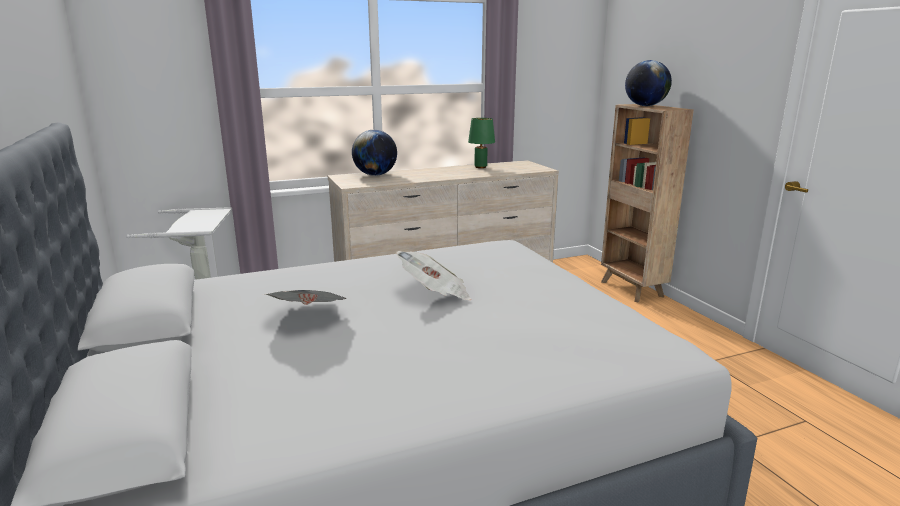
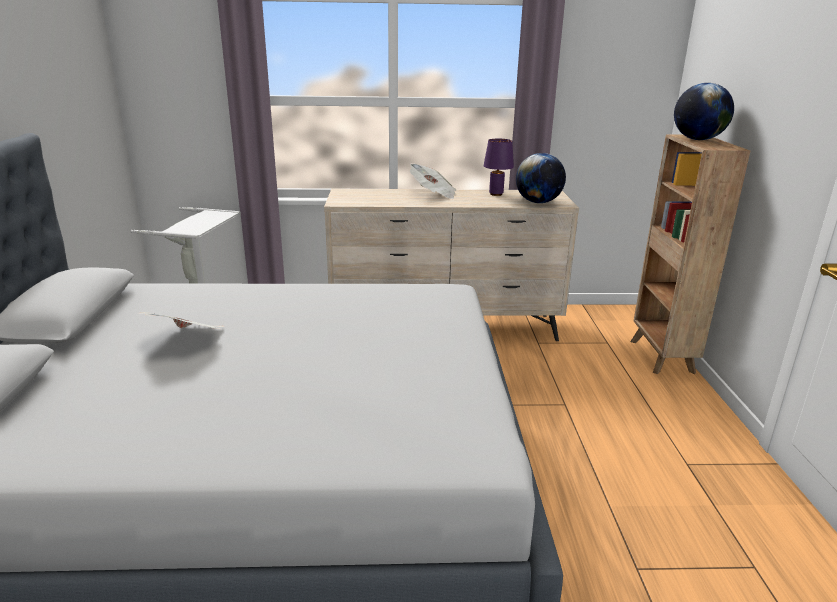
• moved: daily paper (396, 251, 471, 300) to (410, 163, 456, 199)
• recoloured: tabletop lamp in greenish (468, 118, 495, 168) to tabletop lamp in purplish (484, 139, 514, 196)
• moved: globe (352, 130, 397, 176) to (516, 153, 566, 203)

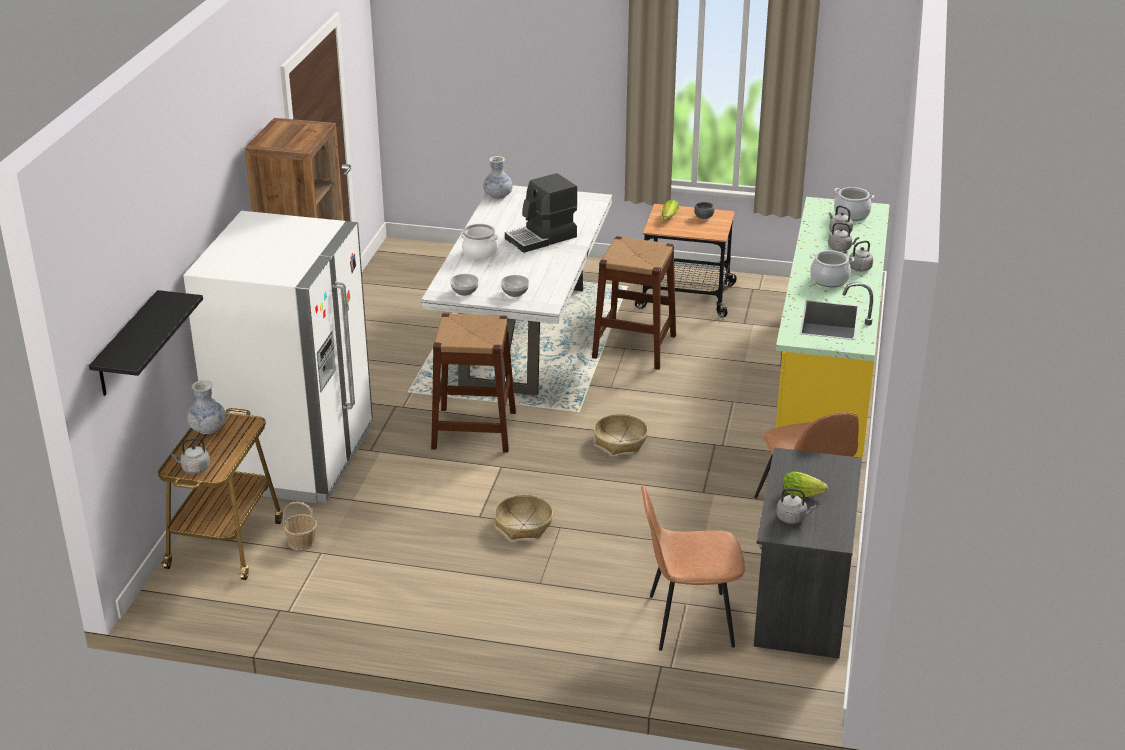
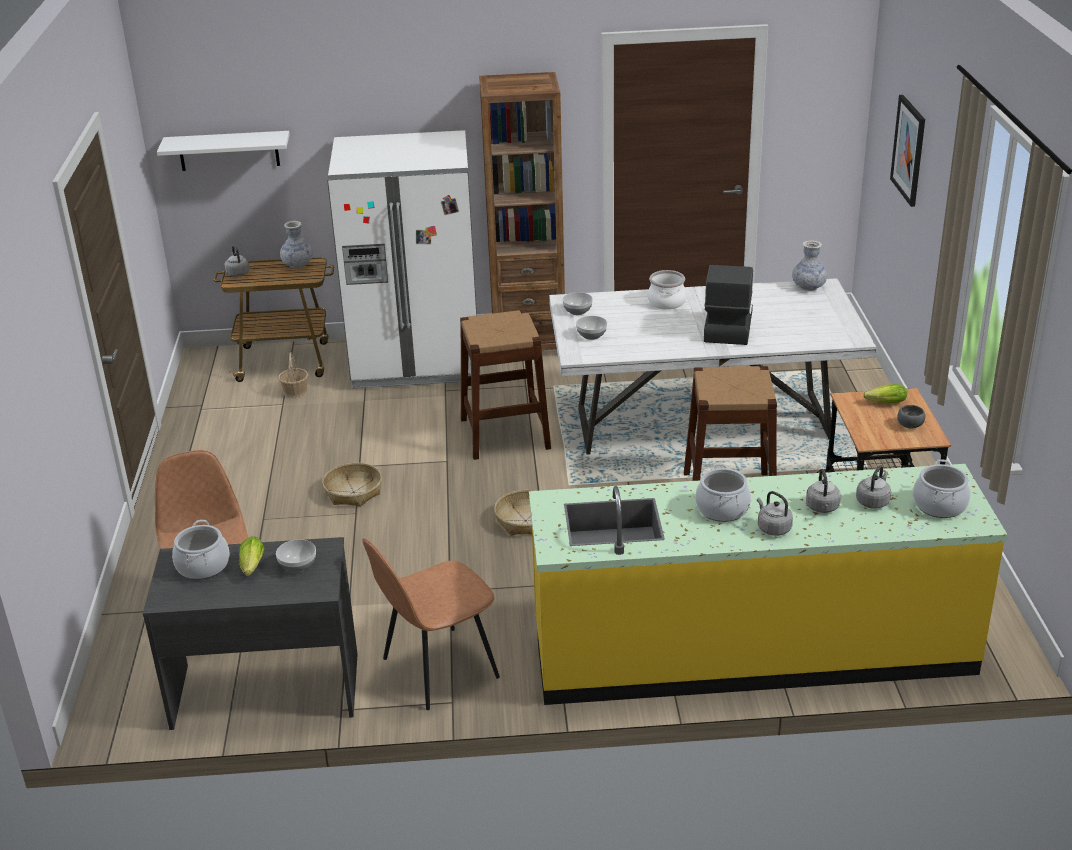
• recoloured: wall shelf in black-coloured (89, 290, 203, 396) to wall shelf in whitish (157, 131, 290, 171)
• replaced: water kettle in grey (776, 488, 816, 524) to saucepot (172, 520, 229, 580)
• added: bowl (276, 539, 316, 573)
• turned: coffee maker (505, 173, 578, 253) = (704, 265, 753, 345) 60 degrees clockwise
• added: wall art (890, 95, 925, 207)

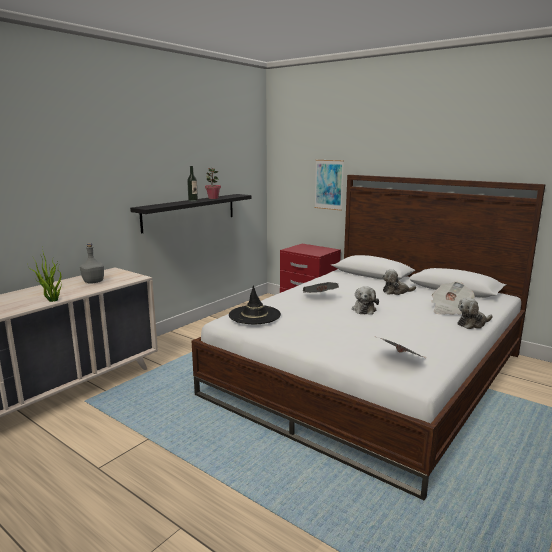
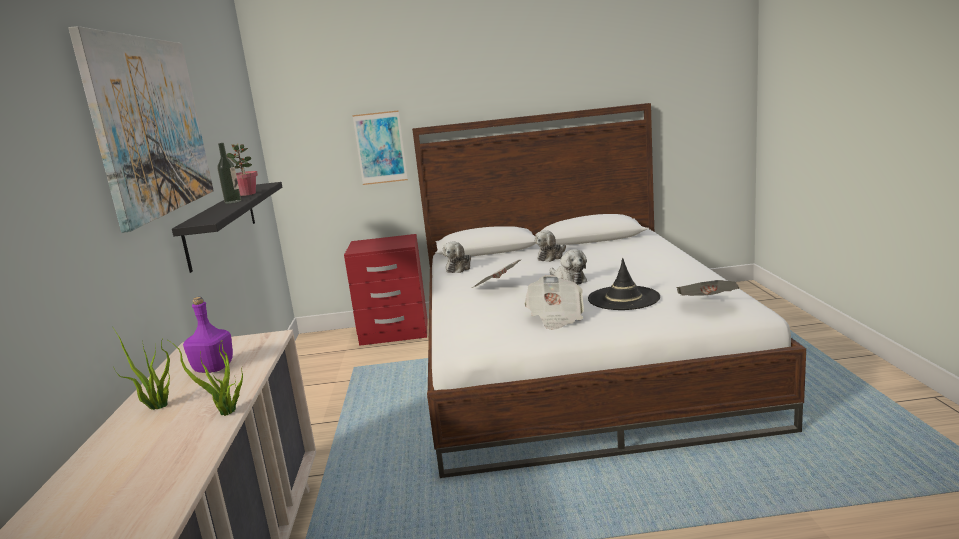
• added: wall art (68, 26, 214, 233)
• recoloured: bottle in grey (80, 243, 104, 284) to bottle in purplish (183, 297, 233, 373)
• moved: plush toy (457, 298, 492, 329) to (442, 242, 471, 273)
• moved: daily paper (431, 282, 475, 315) to (525, 275, 584, 330)
• moved: hat in black-coloured (229, 285, 281, 324) to (588, 258, 660, 310)

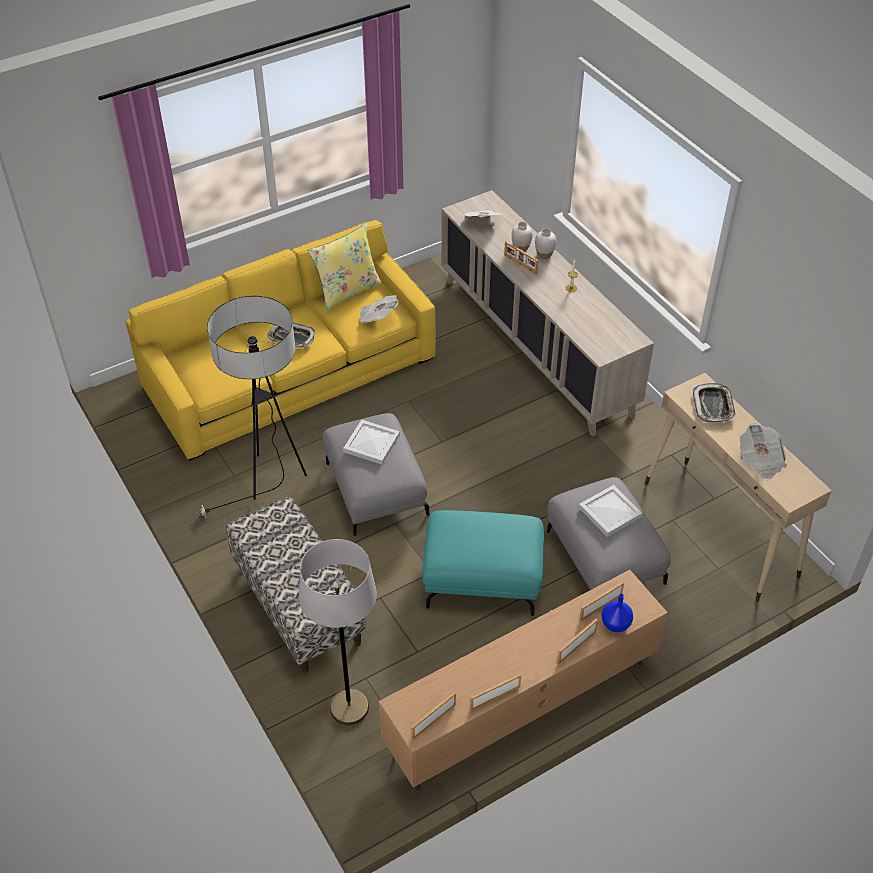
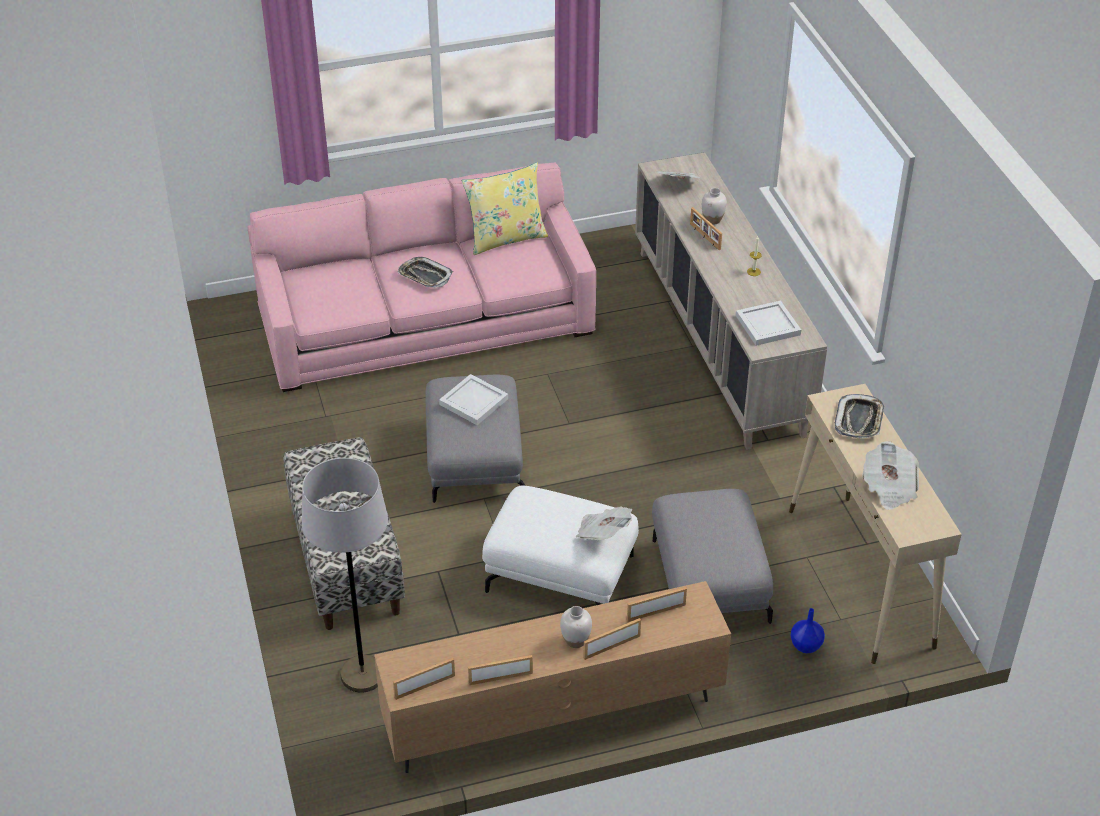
• recoloured: sofa in yellow-coloured (125, 220, 436, 461) to sofa in pink-coloured (247, 163, 596, 392)
• recoloured: pouffe in turquoise (422, 510, 544, 616) to pouffe in whitish (482, 486, 639, 605)
• moved: flower vase in whitish (535, 228, 556, 259) to (560, 606, 592, 648)
• moved: daily paper (359, 295, 399, 323) to (576, 506, 632, 540)
• moved: tray in whitish (579, 485, 642, 537) to (736, 301, 801, 346)
• moved: flower vase in blue-coloured (602, 593, 633, 632) to (791, 608, 825, 653)
• removed: floor lamp (197, 296, 307, 519)

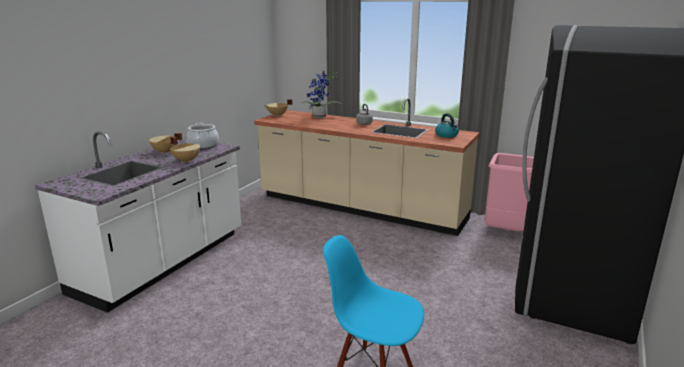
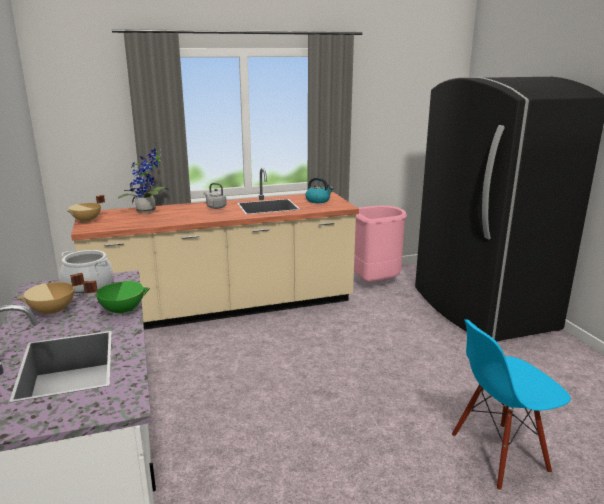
• recoloured: saucepot in beige-coloured (170, 137, 200, 163) to saucepot in greenish (83, 280, 150, 316)

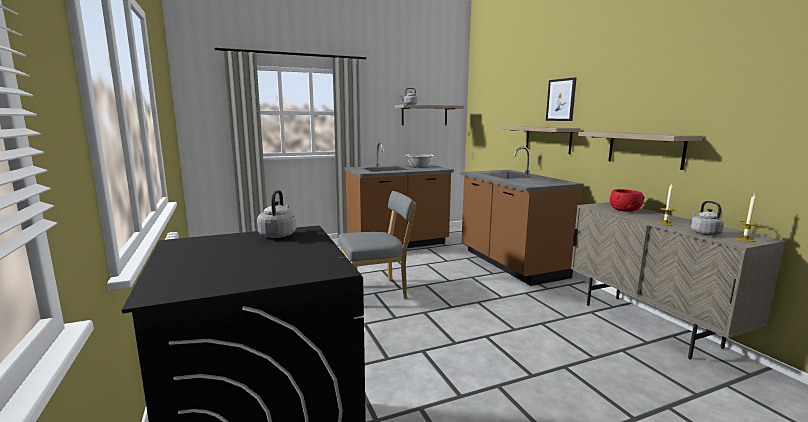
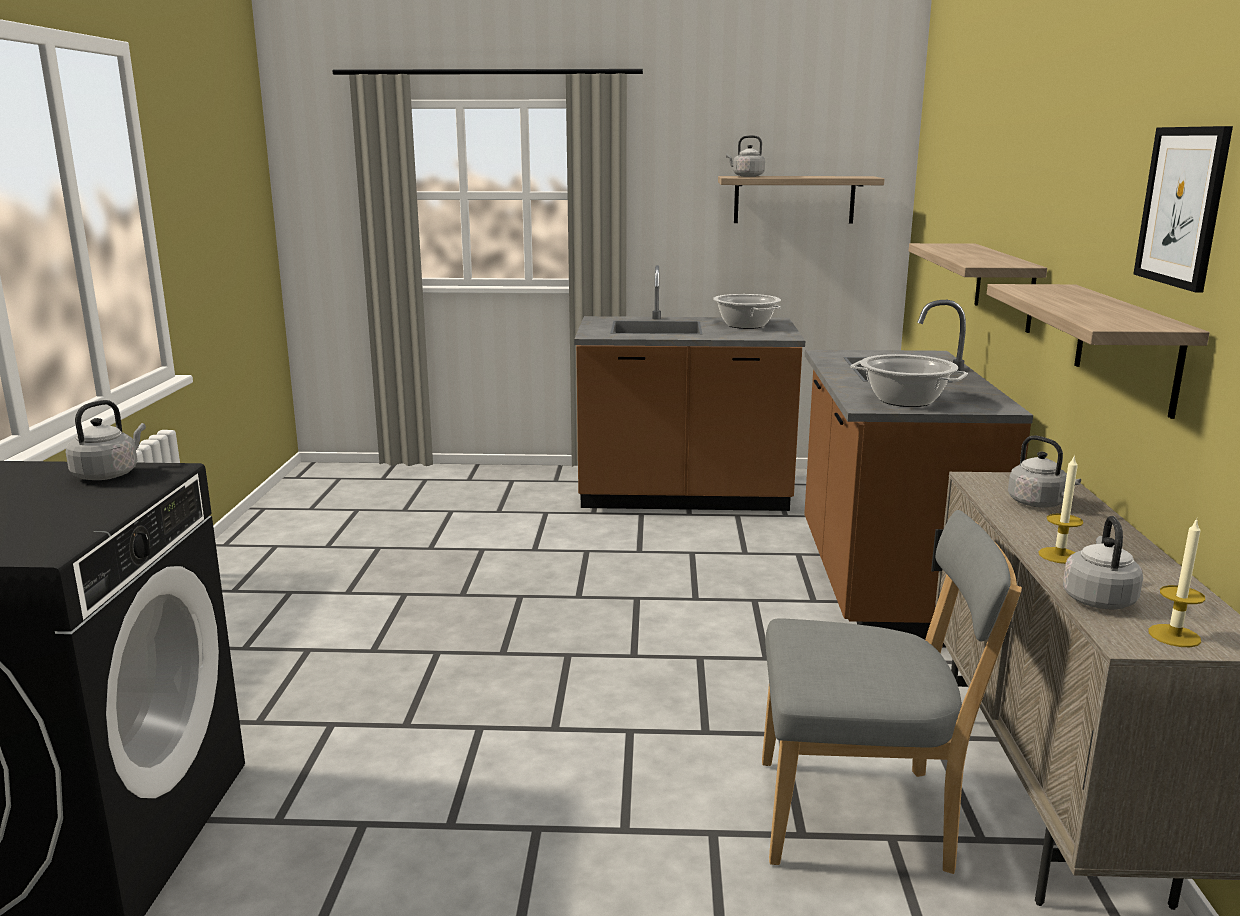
• moved: upright chair in grey (338, 191, 416, 299) to (762, 510, 1022, 874)
• added: saucepot (851, 354, 968, 407)
• replaced: bowl in reddish (610, 189, 645, 212) to water kettle in grey (1008, 436, 1081, 508)
• moved: wall art (546, 77, 577, 121) to (1133, 126, 1233, 292)

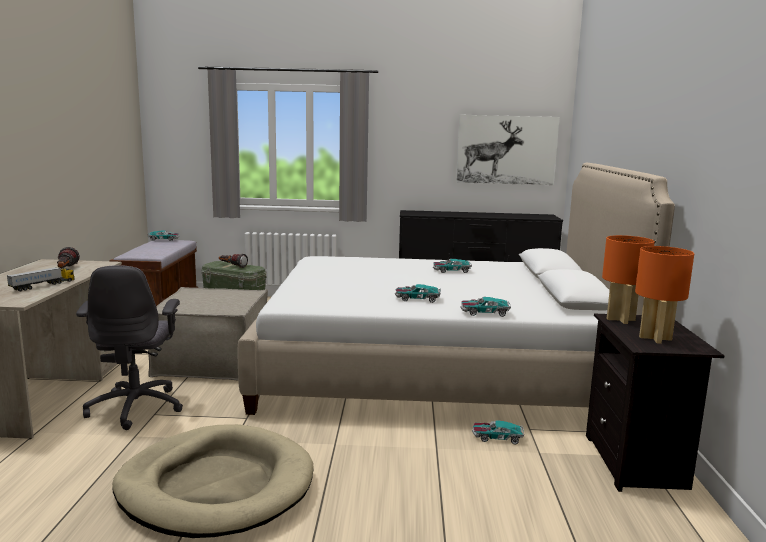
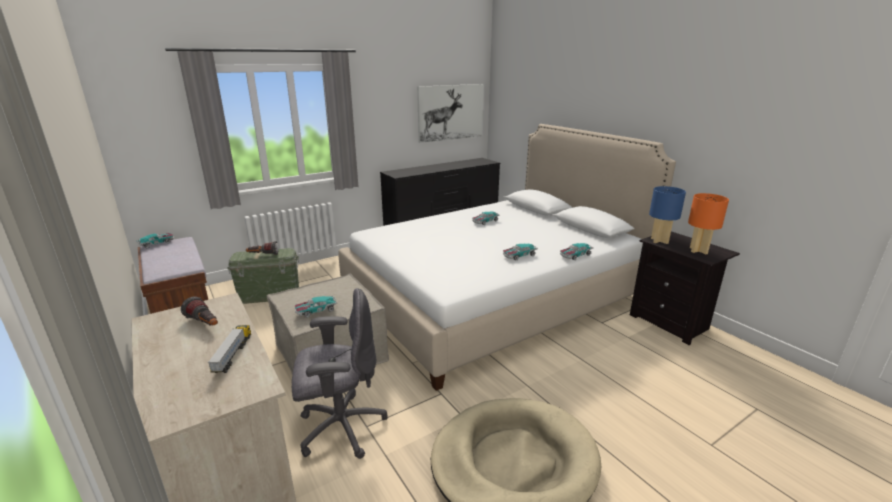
• turned: desk chair in grey (76, 265, 183, 430) = (292, 288, 388, 459) 60 degrees counterclockwise
• moved: model car (472, 420, 524, 444) to (295, 296, 337, 317)
• recoloured: tabletop lamp in orangey (602, 235, 655, 324) to tabletop lamp in blue-coloured (649, 186, 686, 244)

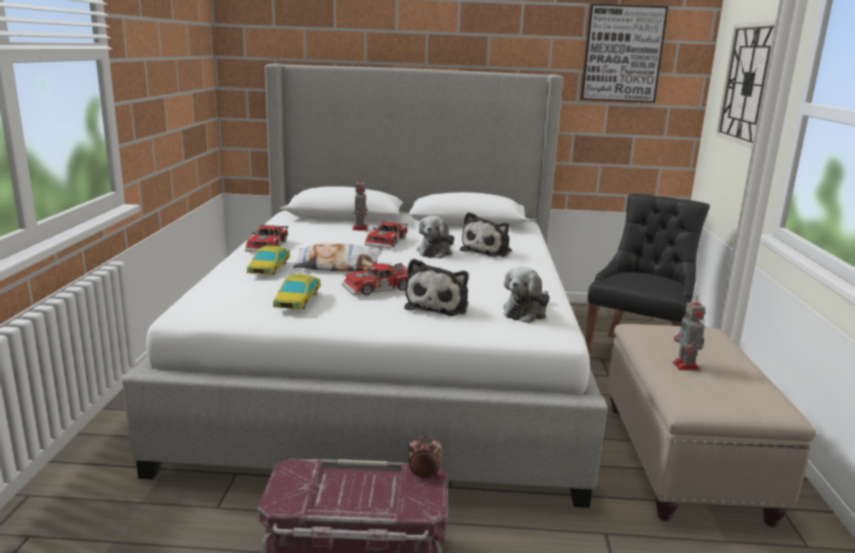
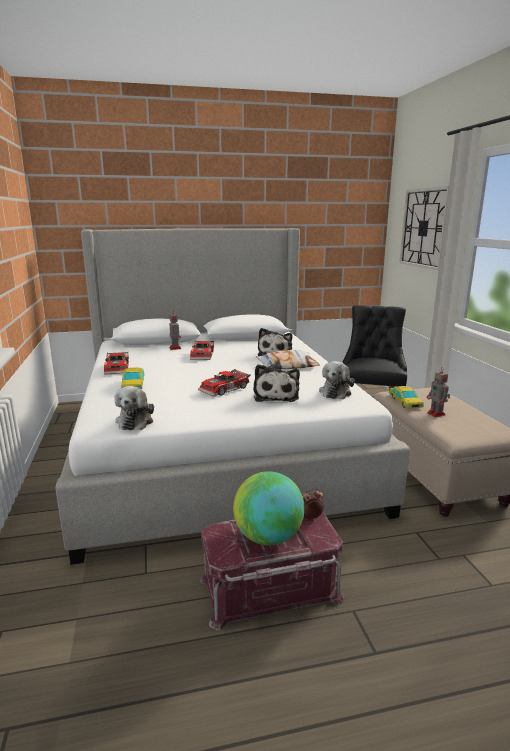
• moved: plush toy (417, 216, 454, 259) to (115, 386, 154, 430)
• added: globe (233, 471, 305, 545)
• moved: cushion (293, 244, 382, 272) to (256, 350, 320, 370)
• moved: model car (273, 274, 321, 309) to (389, 386, 424, 408)
• removed: wall art (581, 4, 668, 103)

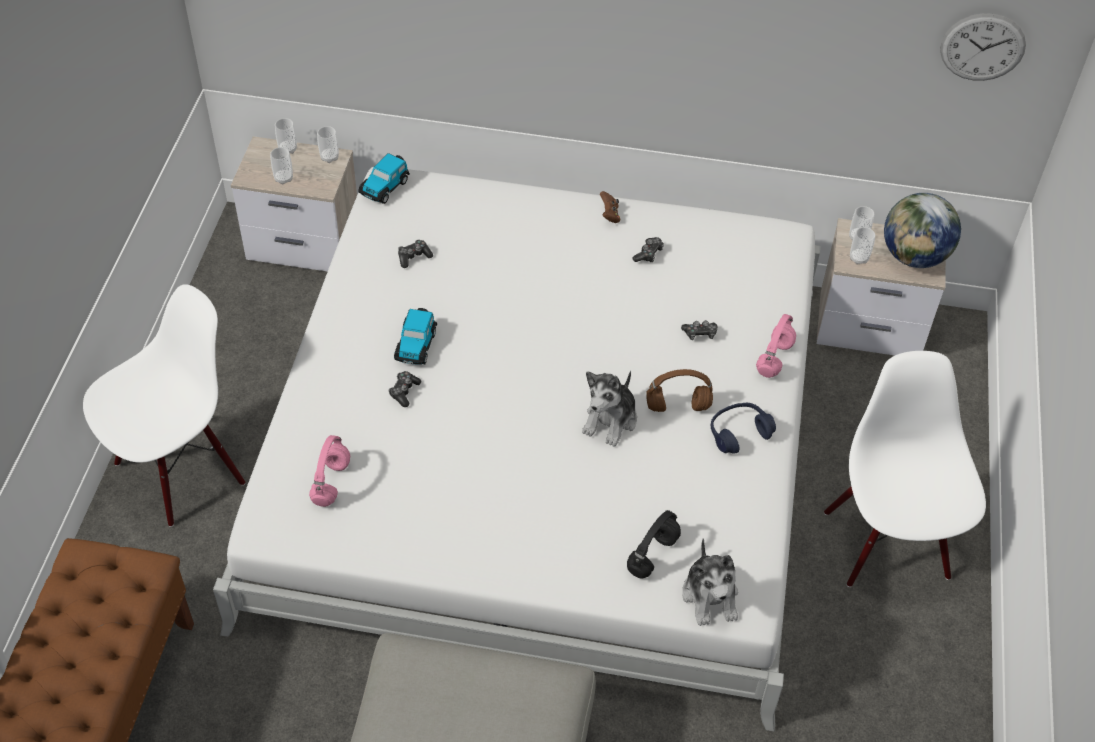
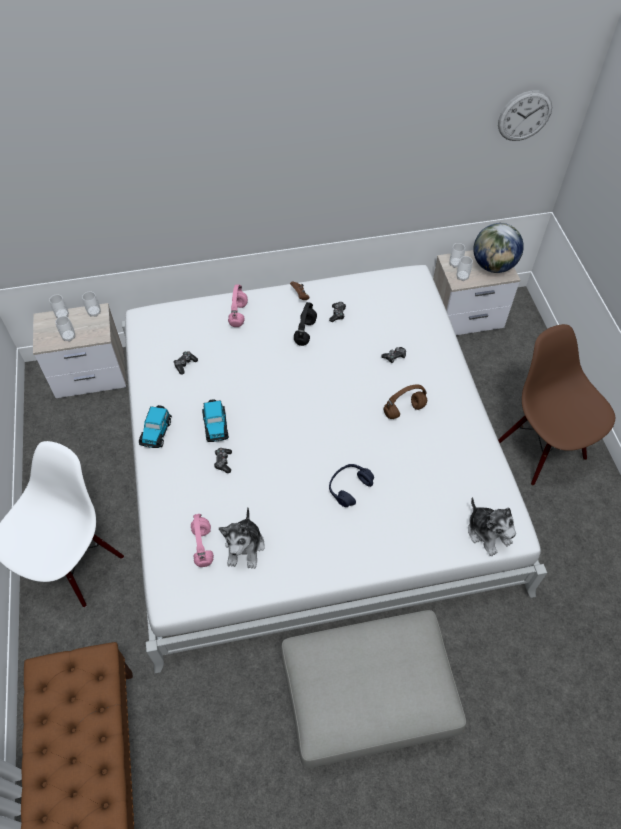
• moved: model car (358, 153, 410, 204) to (139, 405, 172, 448)
• moved: plush toy (582, 371, 637, 447) to (219, 507, 265, 569)
• moved: headphones in pink-coloured (756, 314, 796, 378) to (228, 285, 248, 327)
• moved: headphones in black-coloured (627, 510, 681, 578) to (294, 302, 317, 346)
• moved: headphones in blue-coloured (711, 403, 776, 454) to (329, 464, 374, 507)
• recoloured: upright chair in whitish (824, 351, 986, 587) to upright chair in brown (498, 324, 615, 485)

